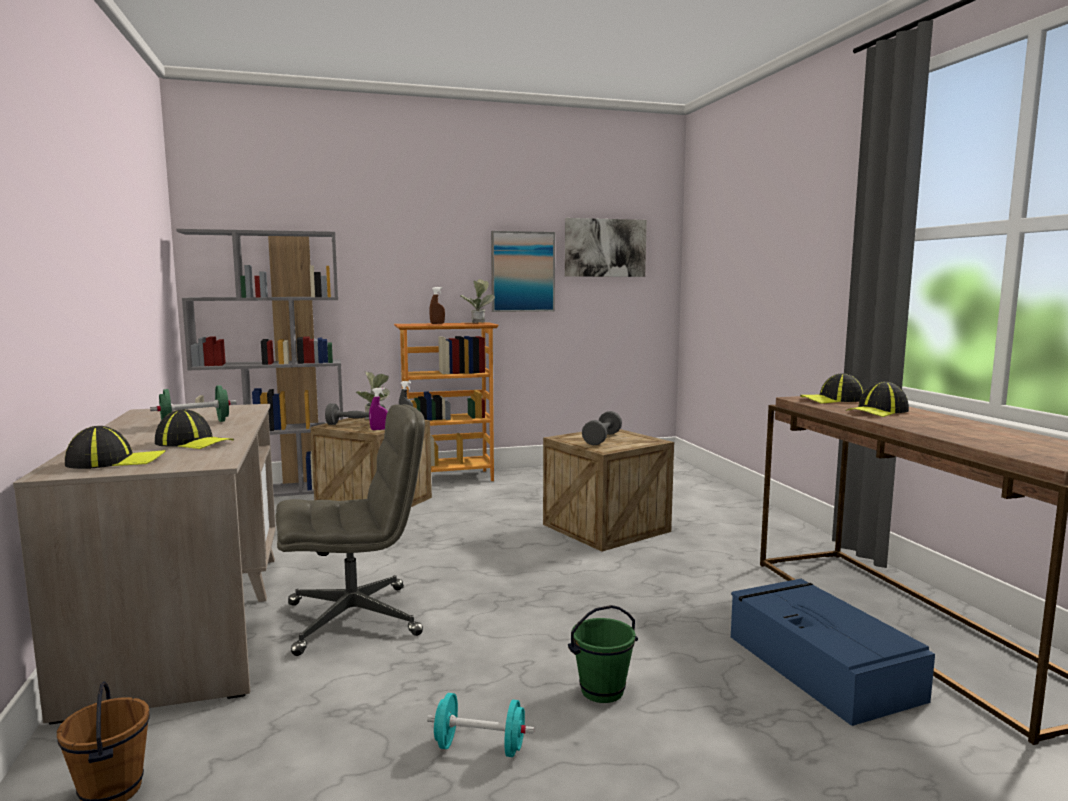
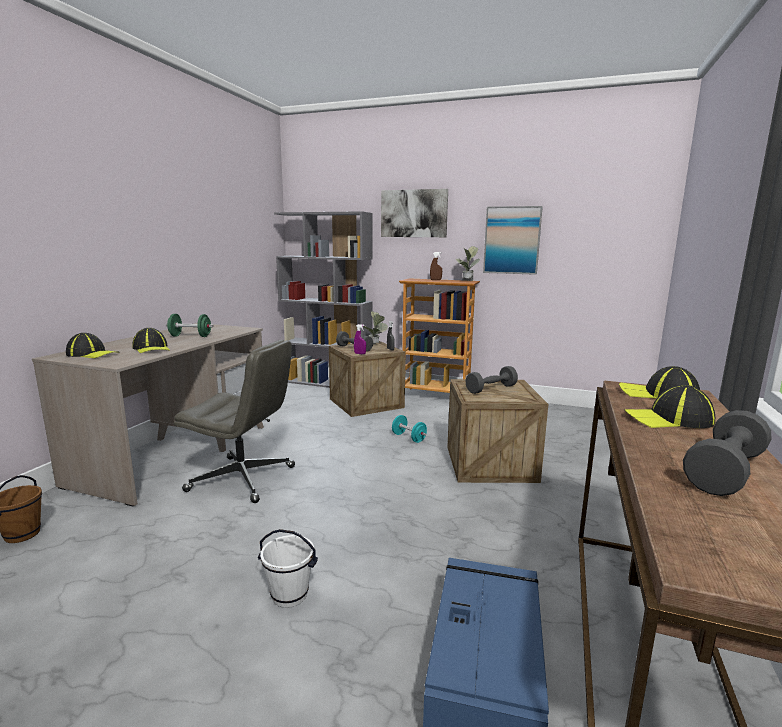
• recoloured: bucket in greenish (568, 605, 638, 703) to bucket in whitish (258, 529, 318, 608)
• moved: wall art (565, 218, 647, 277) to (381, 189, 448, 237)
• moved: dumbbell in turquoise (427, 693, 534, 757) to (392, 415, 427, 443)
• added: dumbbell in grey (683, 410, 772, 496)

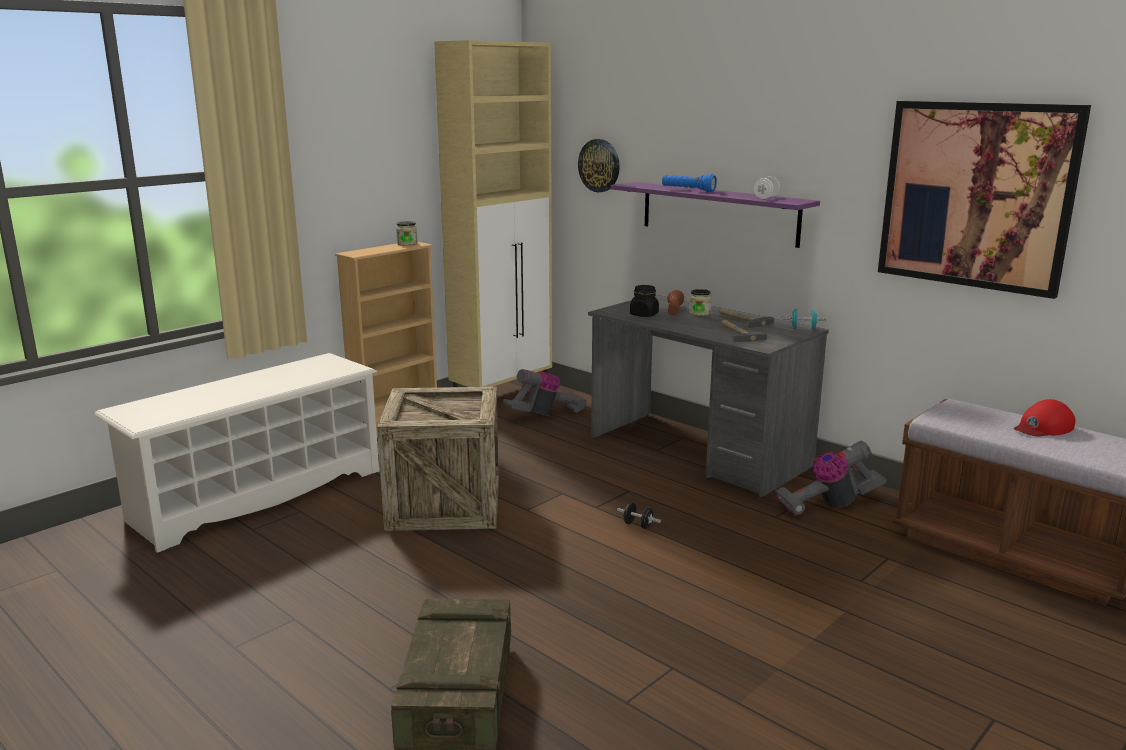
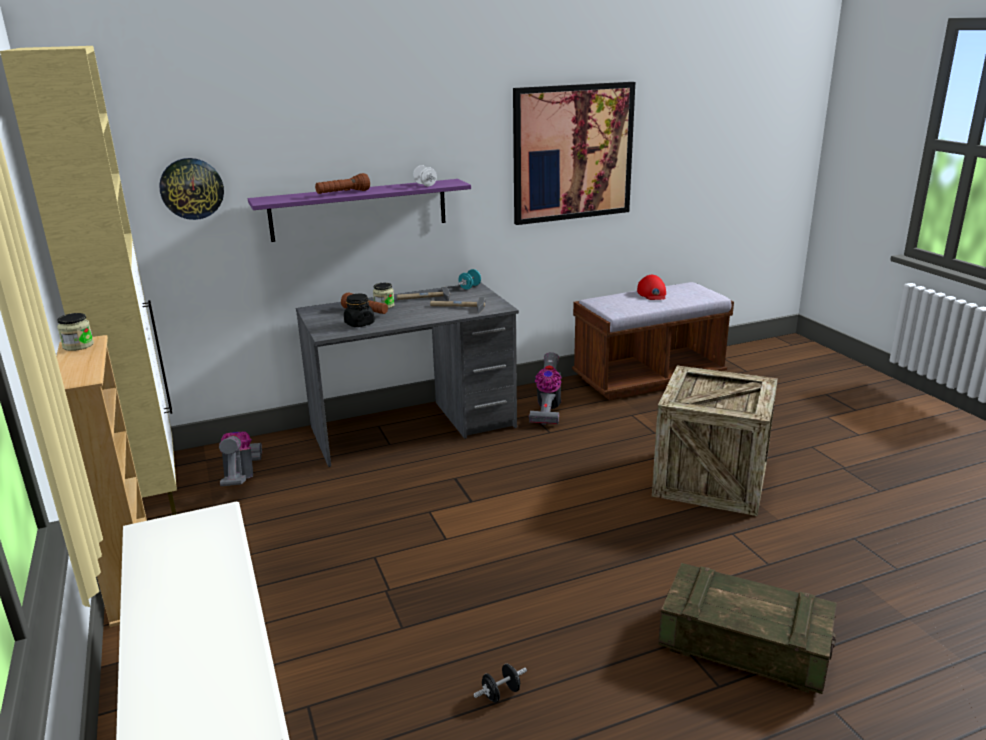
• recoloured: hand torch in blue-coloured (662, 174, 717, 192) to hand torch in brown (315, 173, 370, 194)
• moved: dumbbell in black-coloured (617, 503, 661, 529) to (473, 664, 527, 702)
• moved: packing crate (377, 387, 499, 531) to (652, 366, 778, 516)

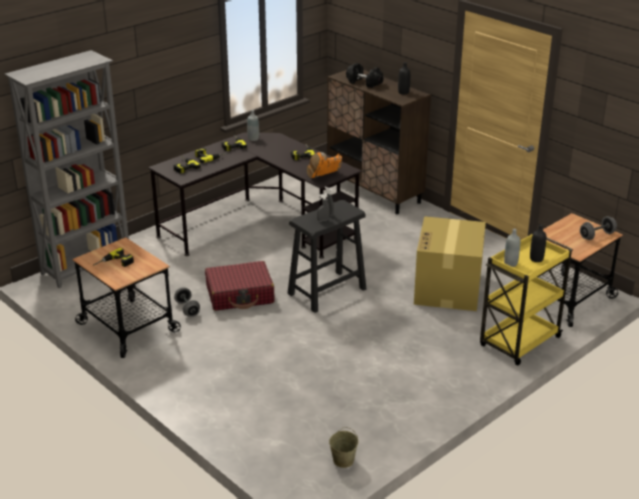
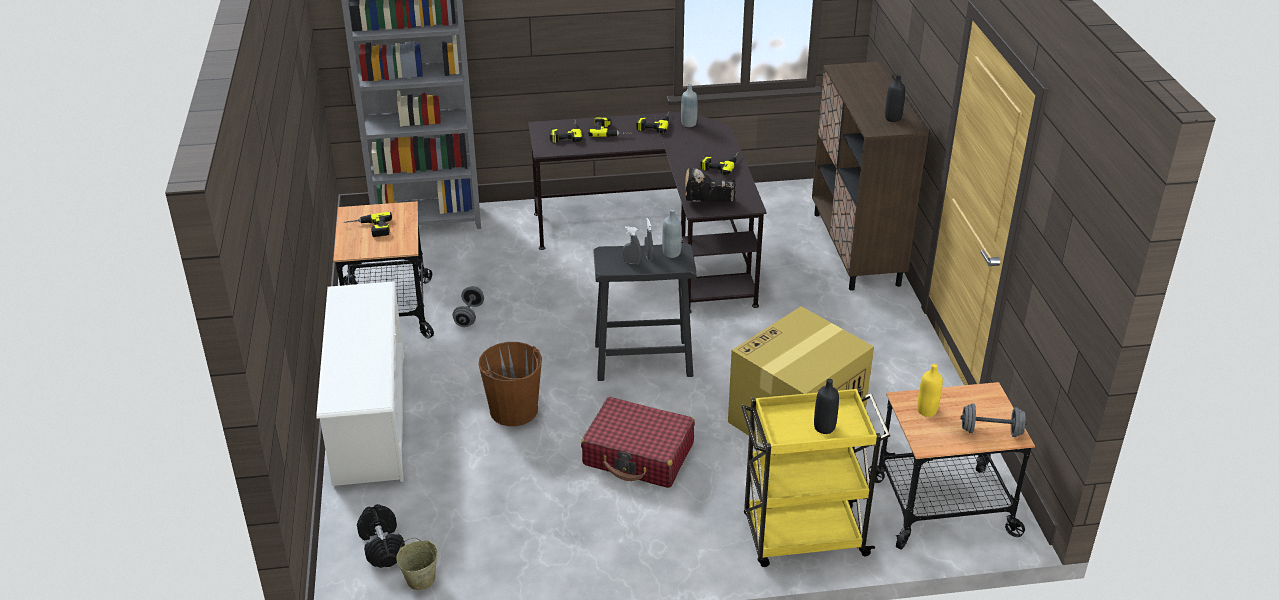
• added: shoe shelf in whitish (316, 281, 404, 486)
• moved: dumbbell in black-coloured (346, 63, 384, 88) to (357, 504, 405, 568)
• added: bucket in brown (478, 342, 542, 426)
• moved: suitcase in reddish (205, 261, 275, 311) to (581, 397, 695, 488)
• moved: bottle in grey (504, 229, 520, 267) to (662, 209, 682, 258)
• recoloured: high-top boot in orangey (307, 152, 342, 178) to high-top boot in black-coloured (685, 168, 736, 202)
• added: bottle in yellow-coloured (917, 364, 943, 417)

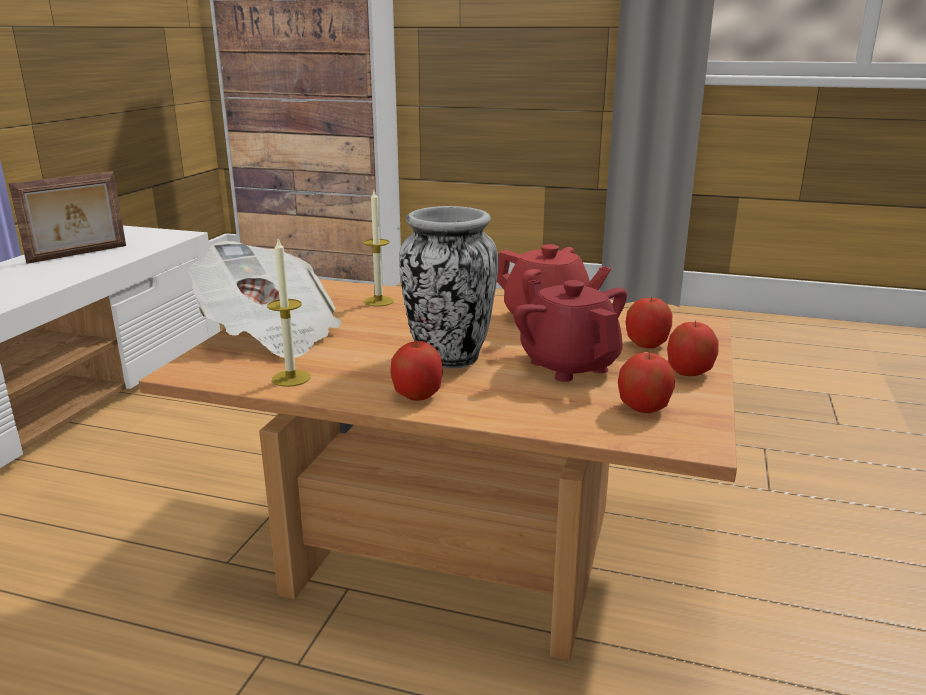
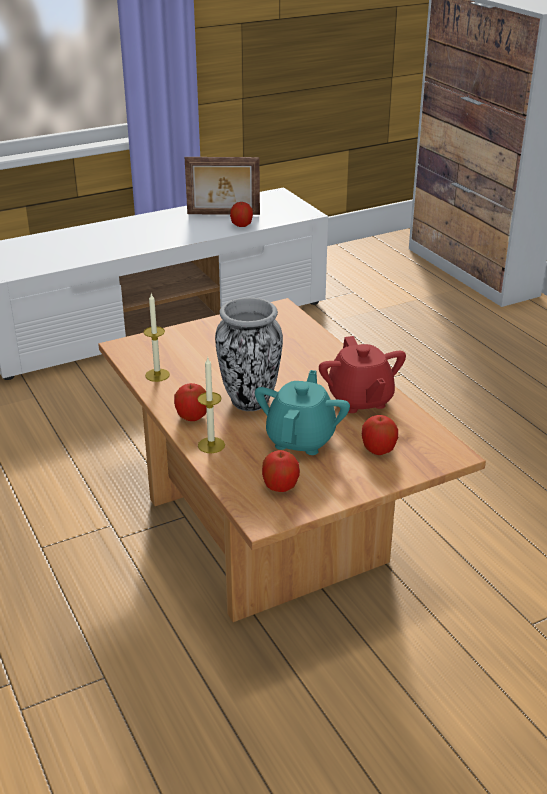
• moved: candle (363, 191, 394, 307) to (198, 358, 225, 453)
• moved: apple fruit (667, 321, 719, 376) to (230, 202, 253, 227)
• recoloured: tea pot in reddish (513, 280, 627, 382) to tea pot in turquoise (255, 370, 350, 455)
• removed: daily paper (188, 241, 342, 358)

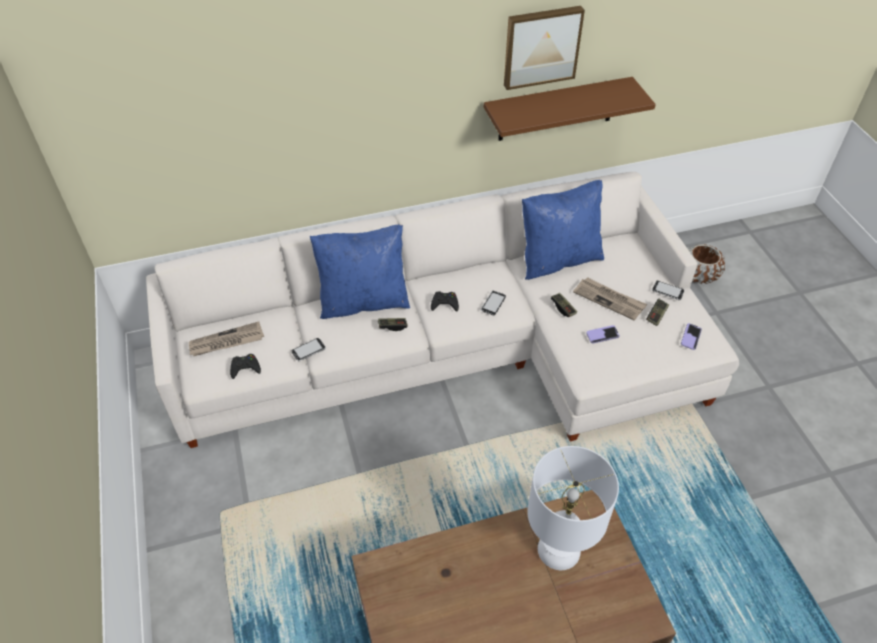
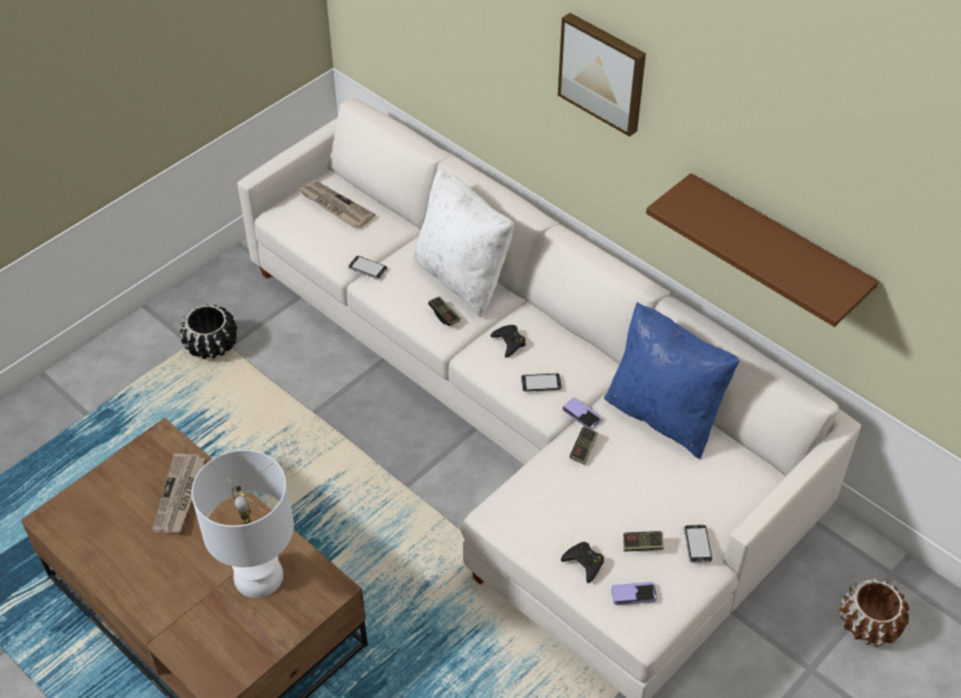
• moved: daily paper (573, 277, 647, 321) to (152, 453, 205, 533)
• added: flower pot in black-coloured (180, 304, 237, 359)
• recoloured: cushion in blue-coloured (310, 225, 410, 319) to cushion in whitish (413, 166, 514, 317)
• moved: wall art (504, 6, 585, 90) to (558, 13, 646, 137)
• moved: gamepad in black-coloured (230, 354, 261, 379) to (561, 542, 604, 583)
• moved: telephone (587, 325, 620, 344) to (562, 398, 602, 429)

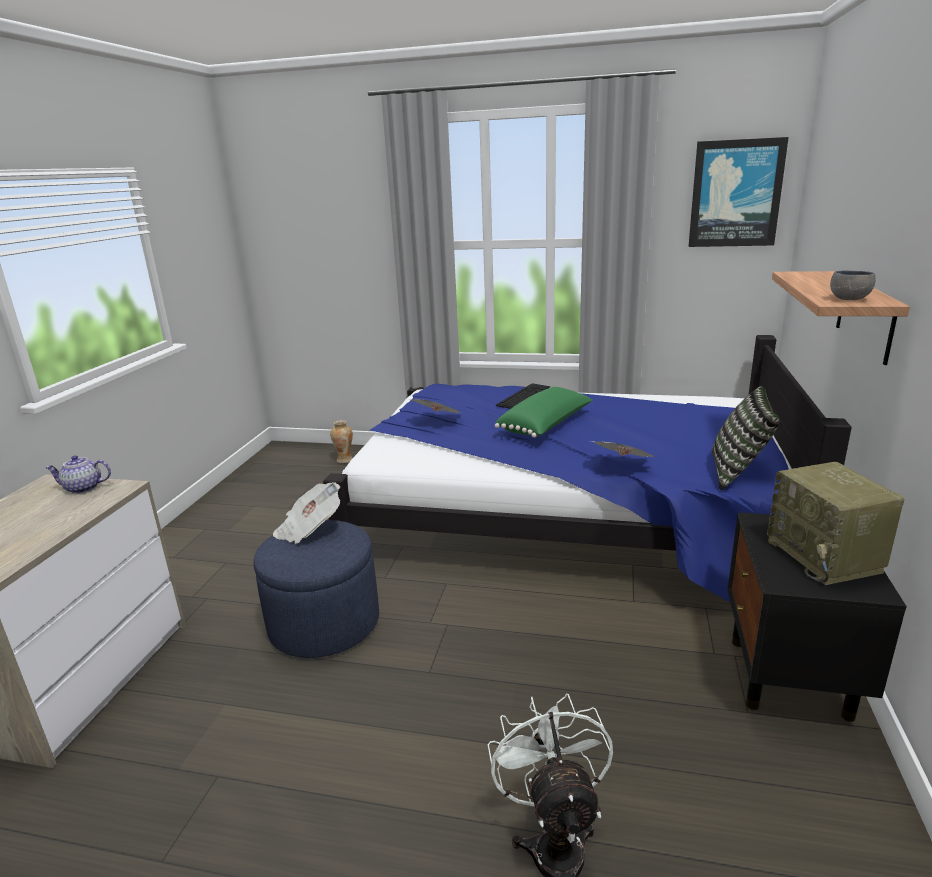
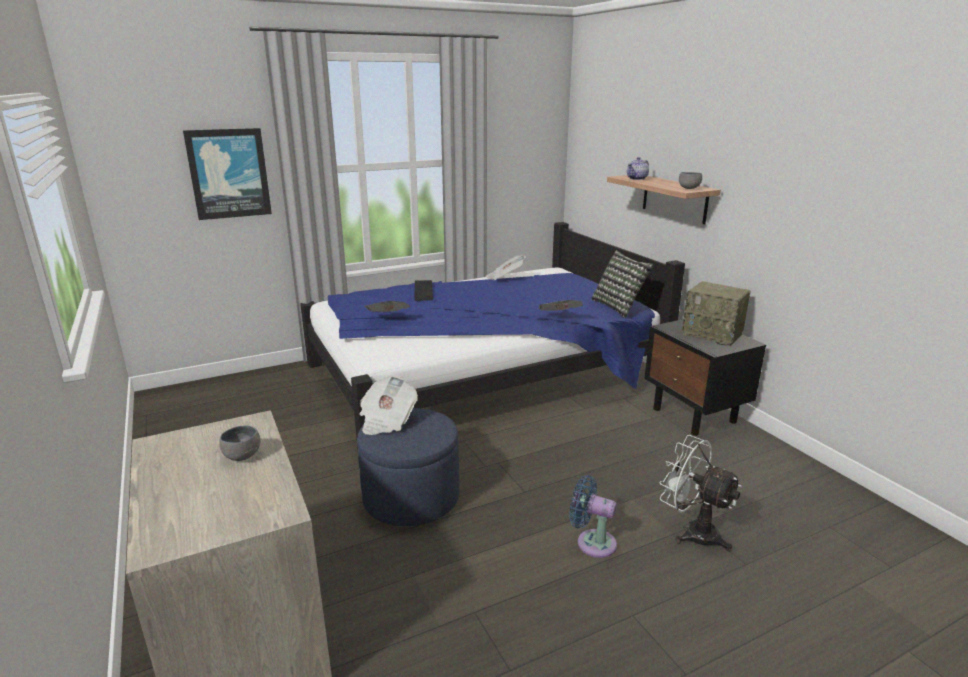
• moved: wall art (688, 137, 789, 247) to (183, 128, 272, 220)
• added: bowl in grey (219, 425, 261, 461)
• added: daily paper (486, 255, 526, 280)
• added: electric fan in blue-coloured (569, 475, 617, 558)
• moved: tea pot (45, 455, 111, 494) to (627, 157, 649, 180)
• removed: flower vase (330, 420, 353, 464)
• removed: cushion in greenish (495, 387, 593, 438)

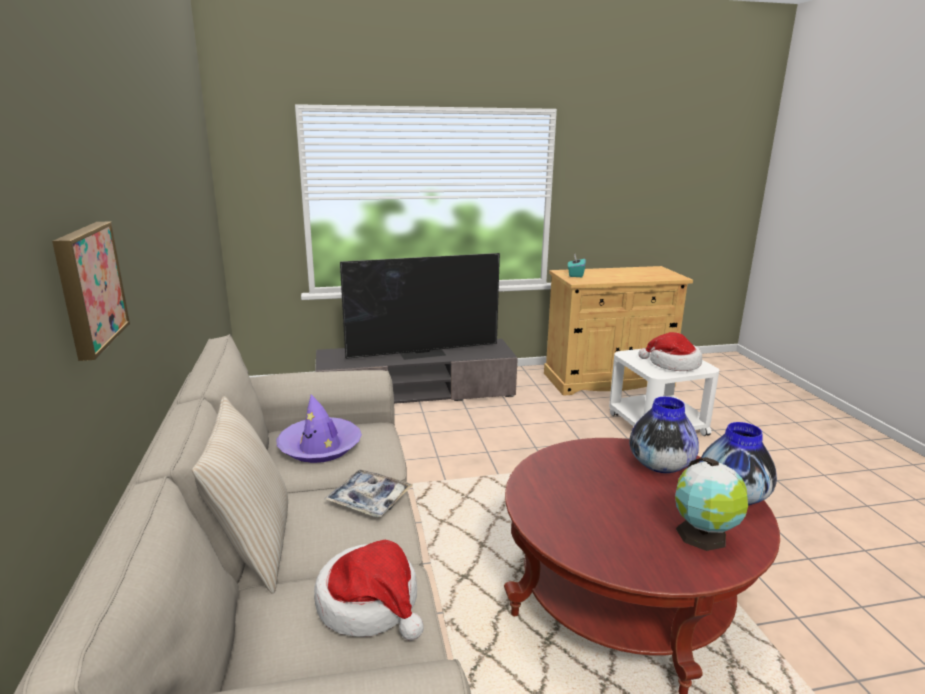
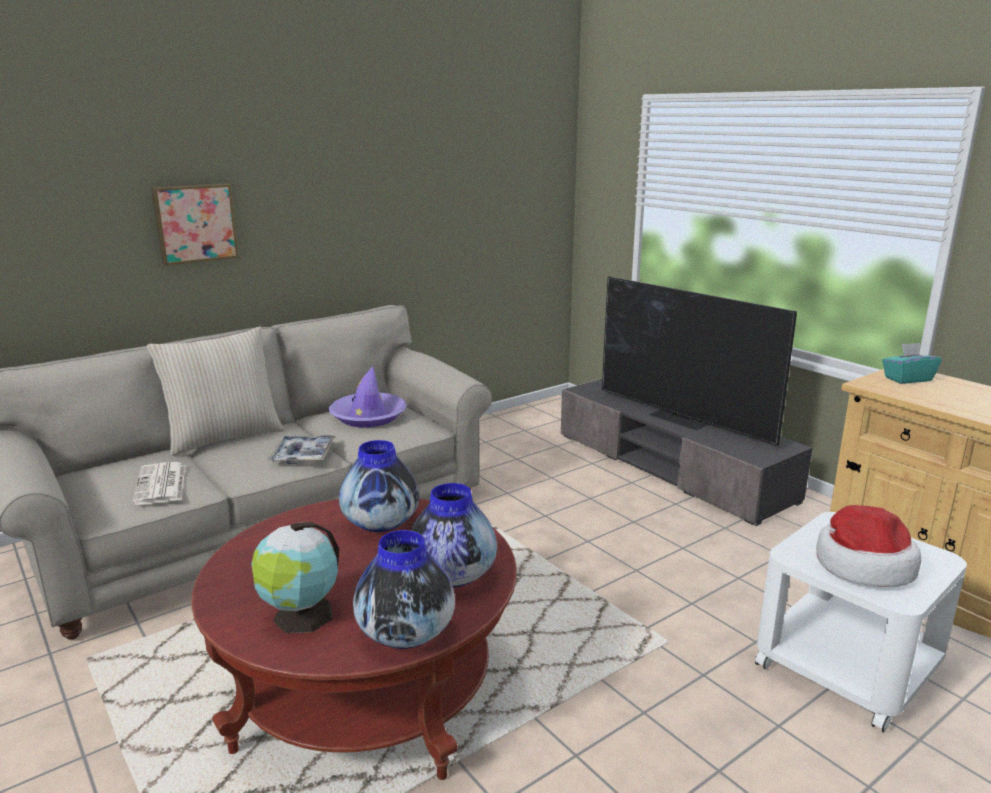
• replaced: hat (314, 540, 424, 640) to daily paper (133, 462, 186, 505)
• added: flower vase (339, 440, 419, 532)

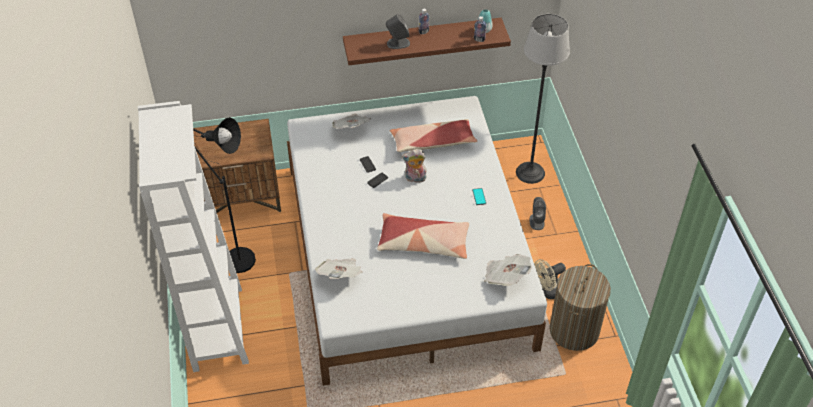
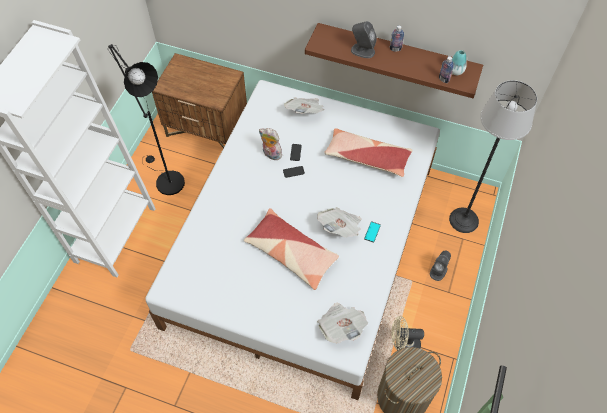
• moved: plush toy (402, 149, 427, 183) to (259, 128, 282, 160)
• moved: daily paper (315, 258, 362, 279) to (317, 207, 361, 238)

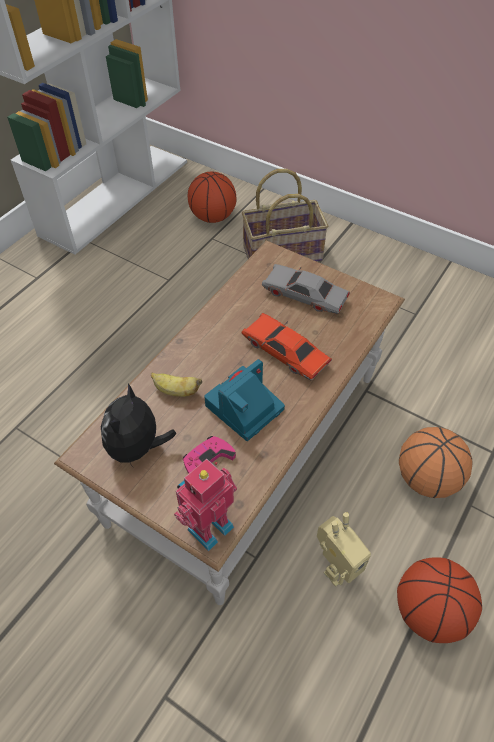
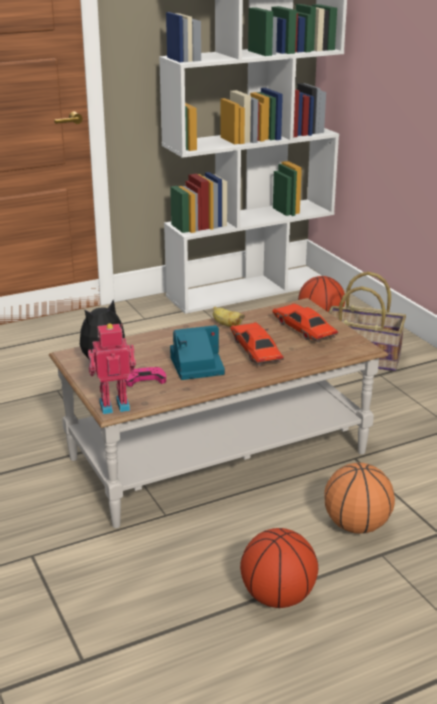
• moved: banana (151, 373, 202, 397) to (213, 307, 245, 327)
• recoloured: model car in grey (262, 264, 350, 314) to model car in reddish (273, 303, 338, 343)
• removed: robot figure (317, 512, 371, 586)

